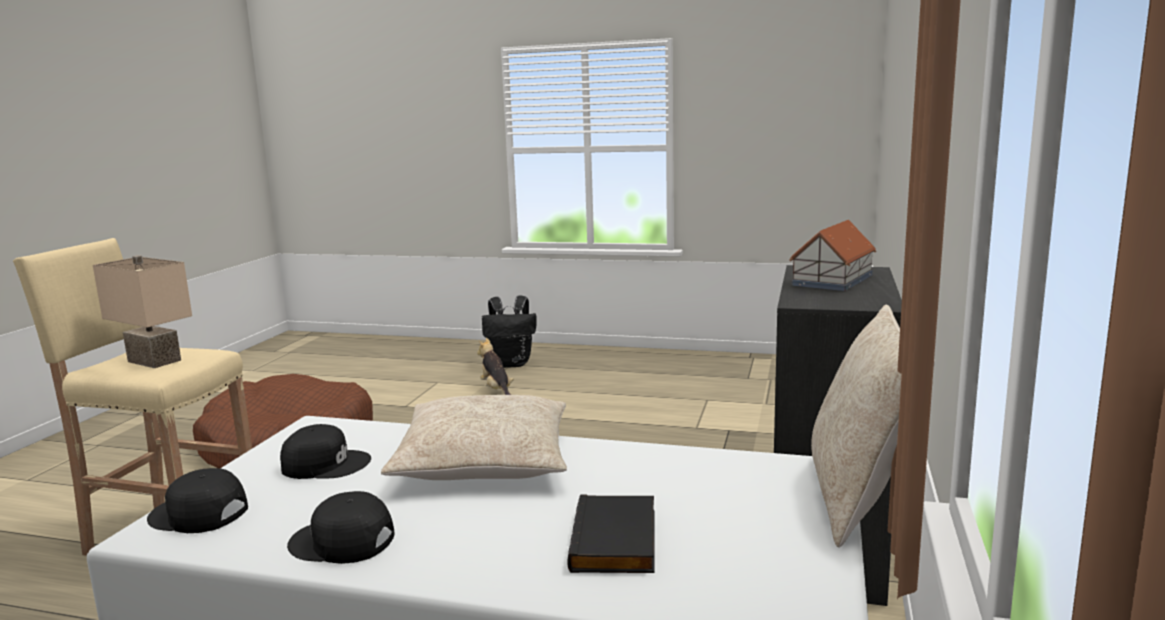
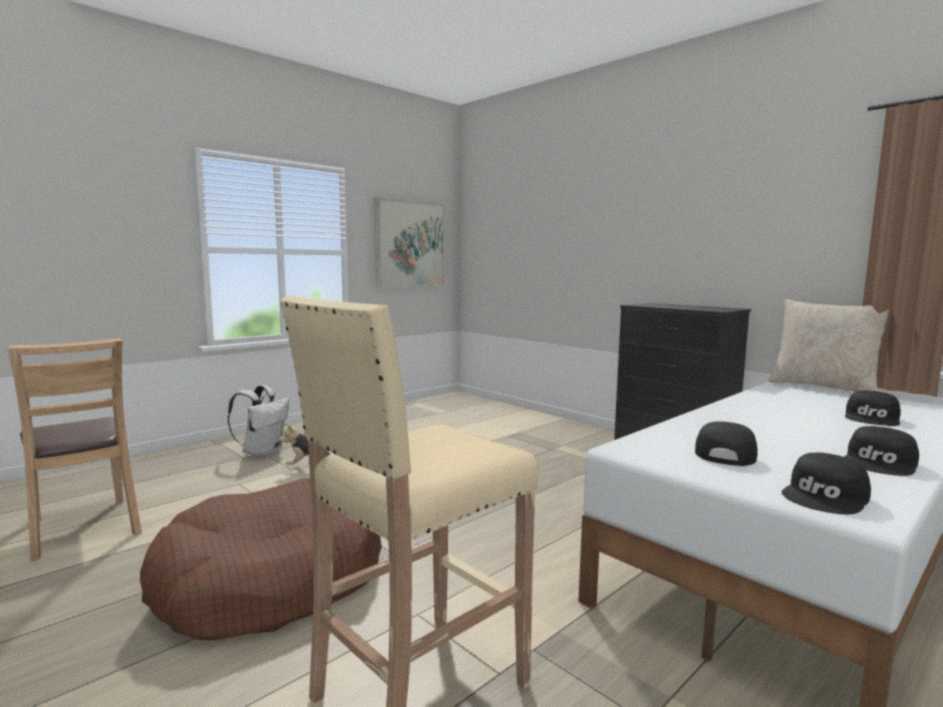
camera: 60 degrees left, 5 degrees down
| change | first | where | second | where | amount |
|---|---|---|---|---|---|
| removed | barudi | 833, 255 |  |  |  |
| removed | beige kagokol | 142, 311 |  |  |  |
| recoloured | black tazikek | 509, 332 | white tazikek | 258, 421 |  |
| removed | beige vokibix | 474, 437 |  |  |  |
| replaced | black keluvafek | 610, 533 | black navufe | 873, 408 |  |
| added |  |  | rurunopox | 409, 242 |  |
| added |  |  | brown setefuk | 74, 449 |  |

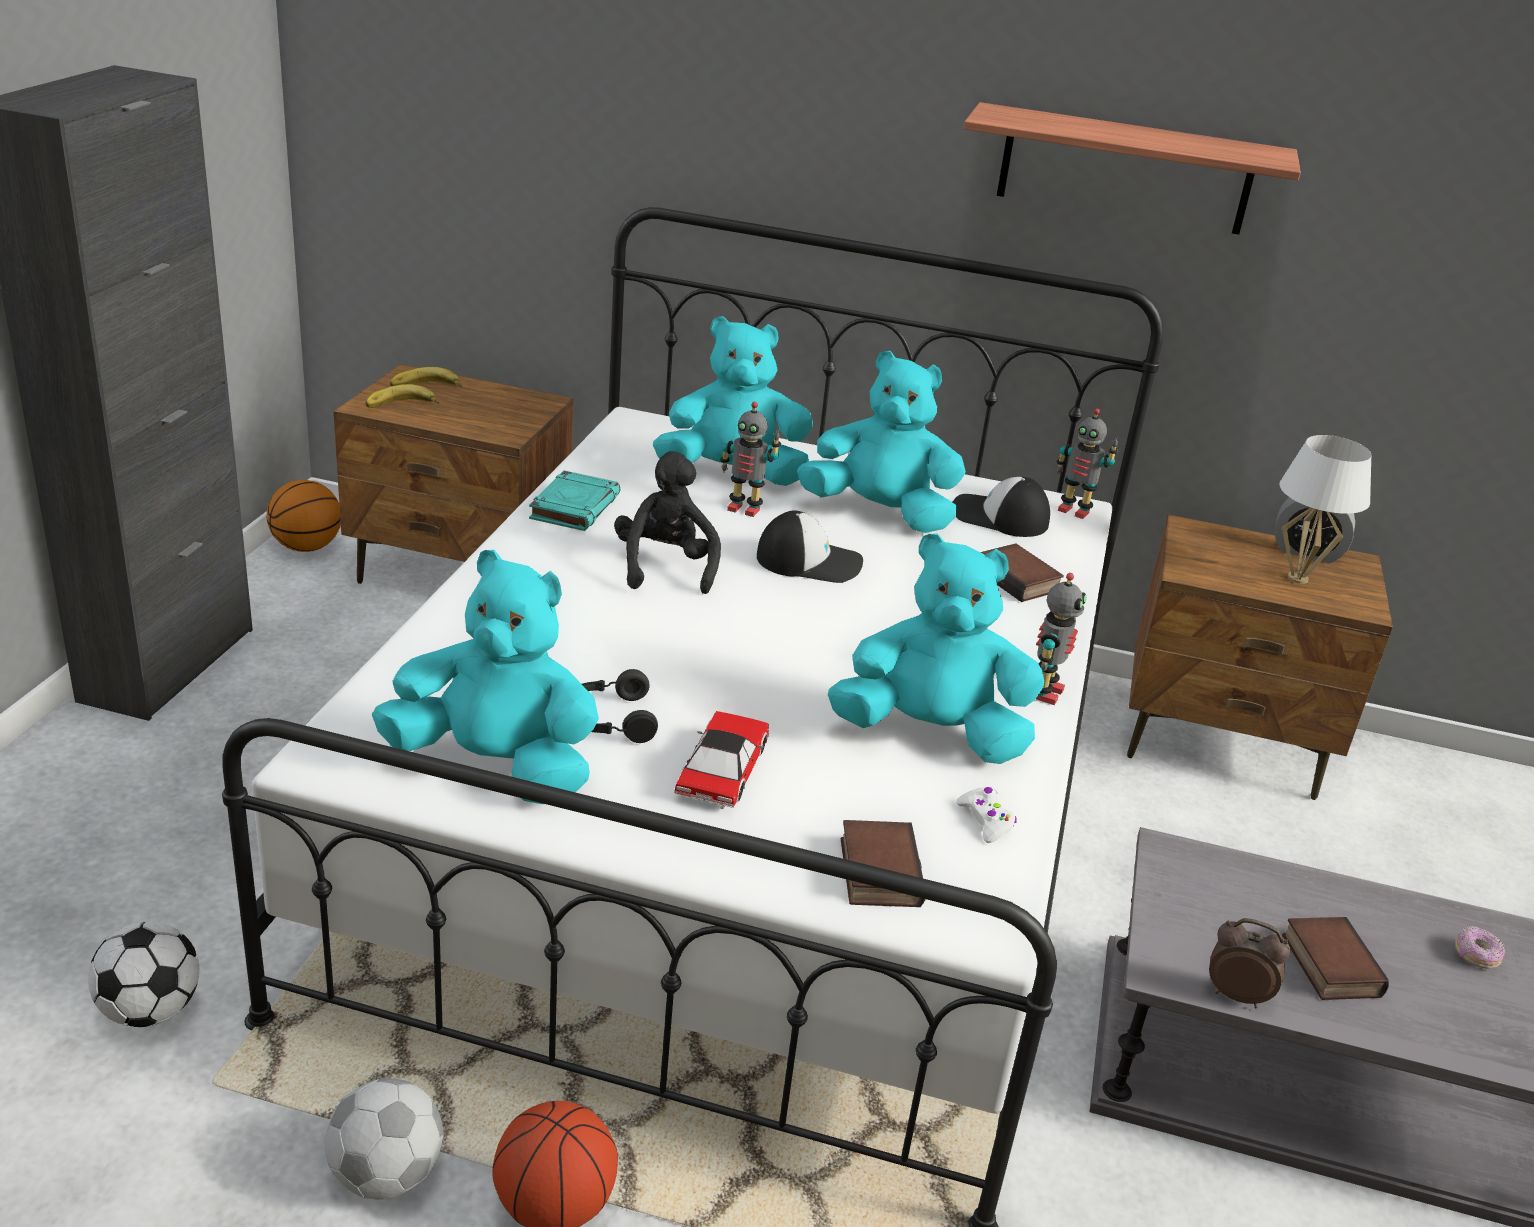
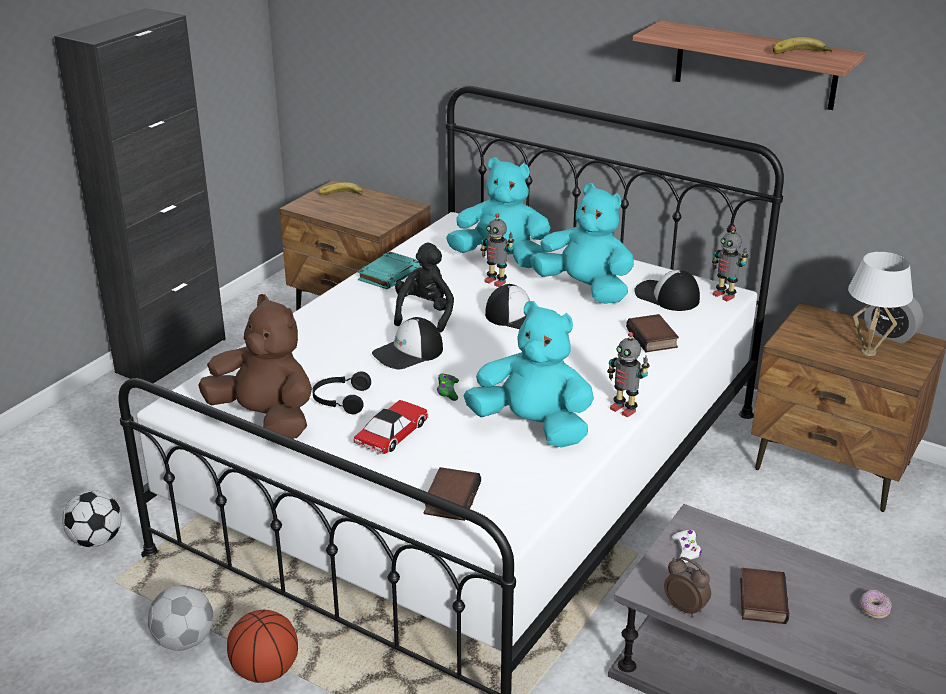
camera: 20 degrees right, 0 degrees up
| change | first | where | second | where | amount |
|---|---|---|---|---|---|
| moved | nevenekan | 402, 396 |  | 802, 45 |  |
| removed | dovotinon | 304, 516 |  |  |  |
| recoloured | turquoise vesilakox | 485, 677 | brown vesilakox | 255, 366 |  |
| turned | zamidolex | 1061, 639 |  | 628, 374 | 90 degrees clockwise |
| moved | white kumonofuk | 986, 815 |  | 687, 546 |  |
| added |  |  | navufe | 407, 343 |  |
| added |  |  | green kumonofuk | 448, 387 |  |

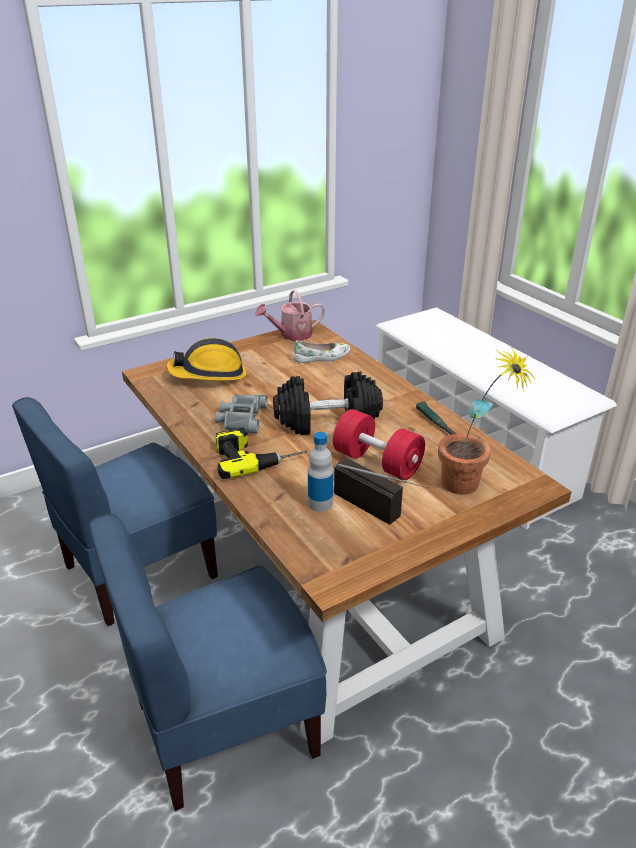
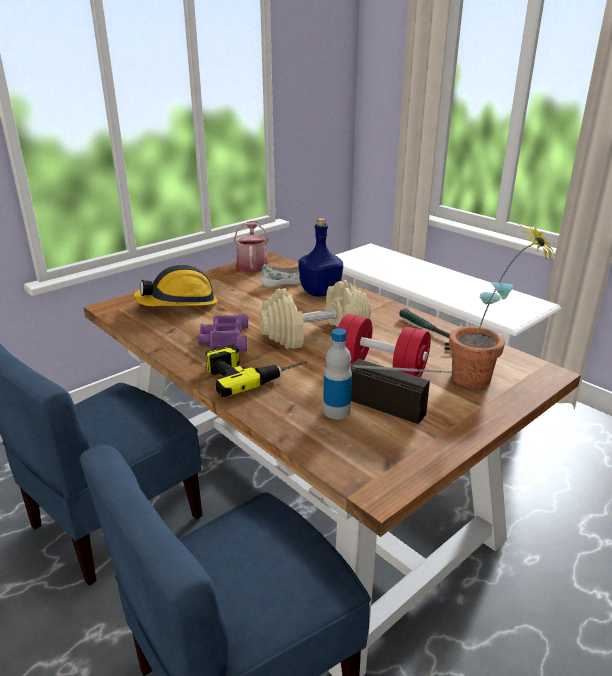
camera: 10 degrees left, 5 degrees down
| change | first | where | second | where | amount |
|---|---|---|---|---|---|
| turned | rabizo | 290, 315 |  | 251, 247 | 120 degrees clockwise |
| recoloured | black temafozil | 328, 403 | beige temafozil | 314, 314 |  |
| recoloured | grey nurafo | 241, 414 | purple nurafo | 223, 333 |  |
| added |  |  | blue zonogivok | 320, 257 |  |

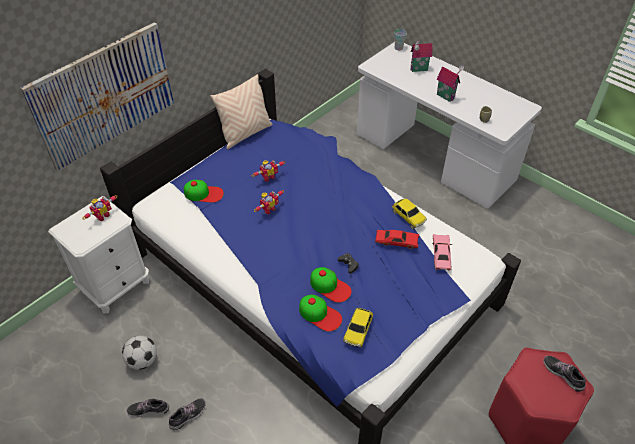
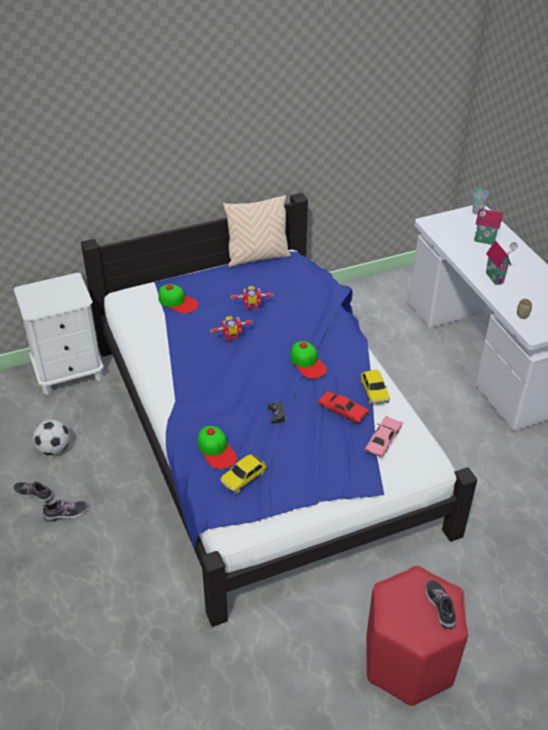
camera: 25 degrees right, 5 degrees down
| change | first | where | second | where | amount |
|---|---|---|---|---|---|
| removed | rurunopox | 97, 96 |  |  |  |
| removed | zamidolex | 100, 208 |  |  |  |
| moved | navufe | 330, 285 |  | 308, 360 |  |

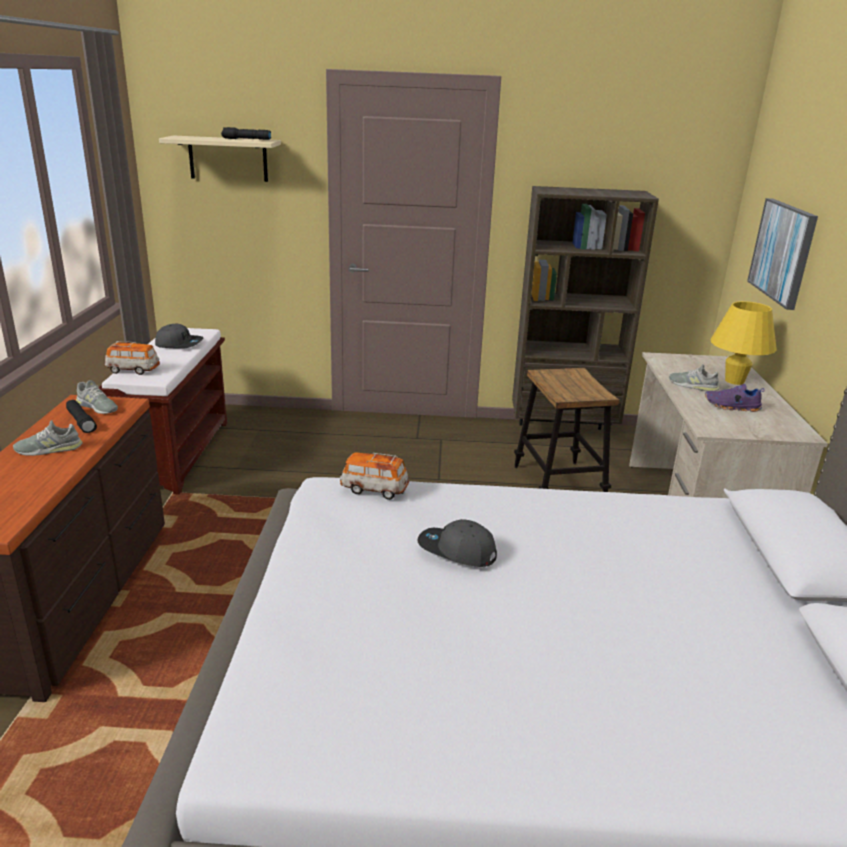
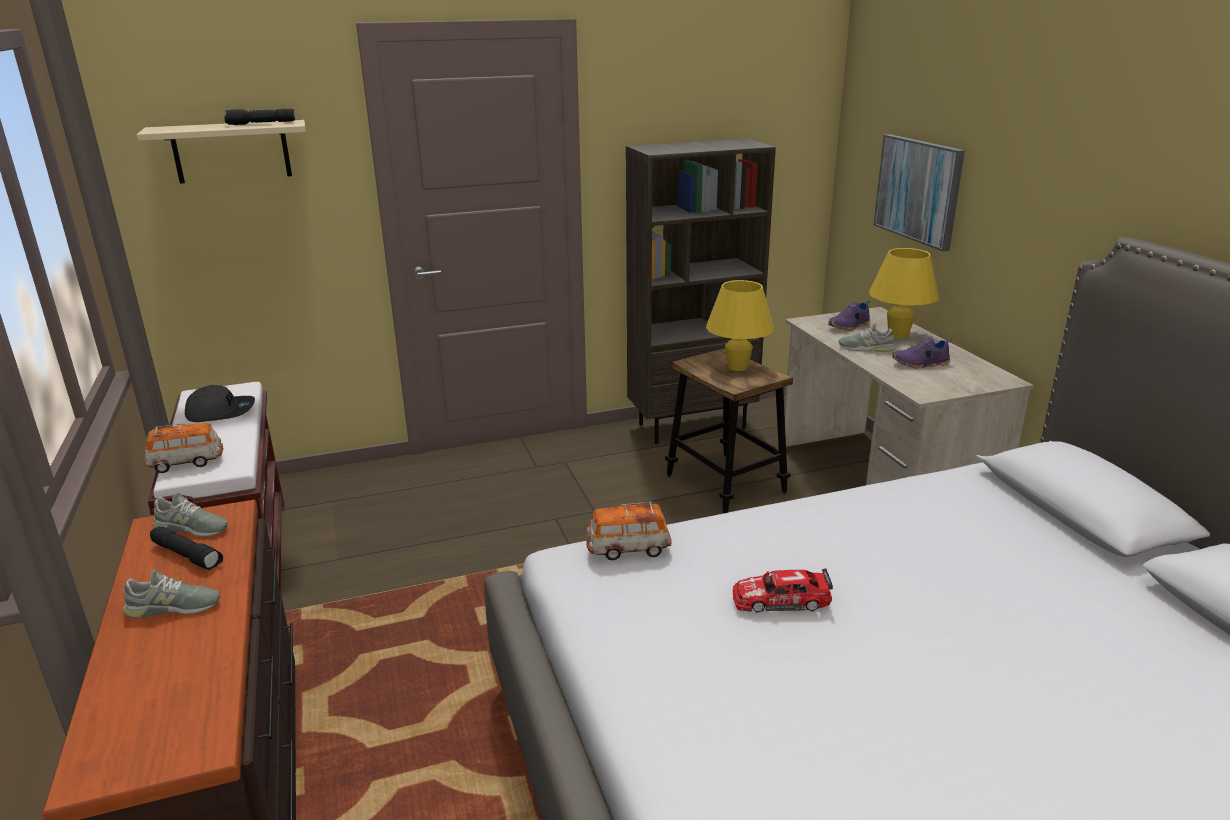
camera: 20 degrees left, 0 degrees up
| change | first | where | second | where | amount |
|---|---|---|---|---|---|
| turned | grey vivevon | 47, 438 |  | 171, 593 | 150 degrees counterclockwise |
| replaced | grey navufe | 457, 543 | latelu | 783, 590 |  |
| added |  |  | yellow kagokol | 740, 325 |  |
| added |  |  | purple vivevon | 849, 315 |  |

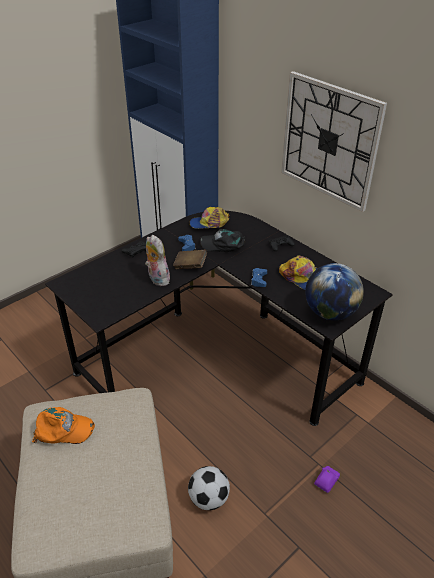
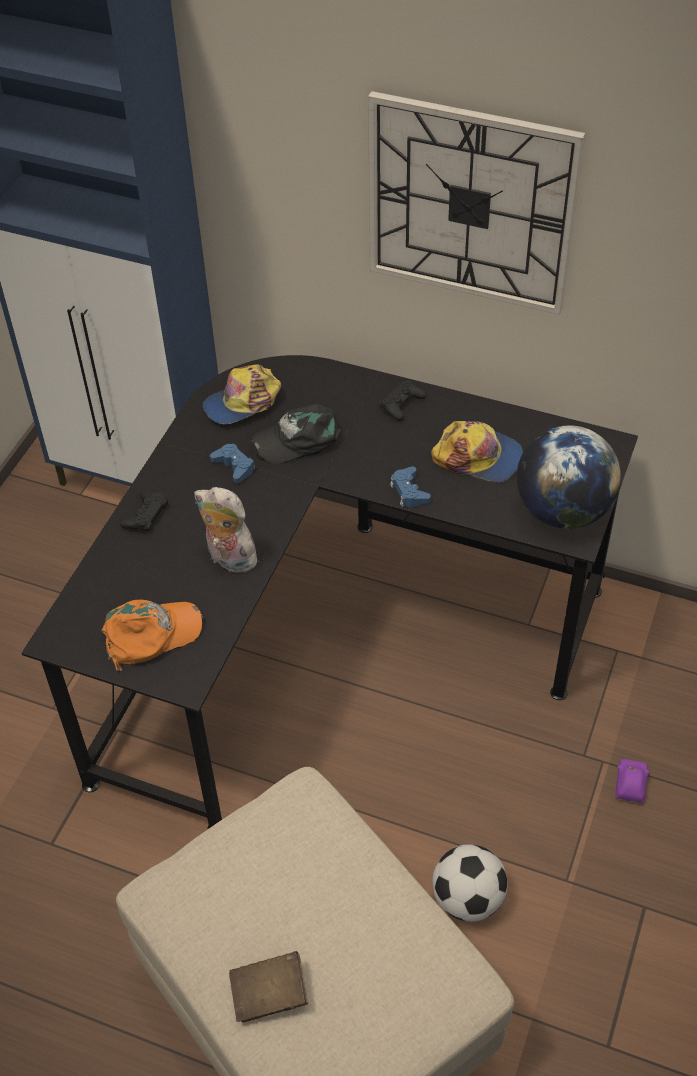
camera: 25 degrees left, 10 degrees up
| change | first | where | second | where | amount |
|---|---|---|---|---|---|
| moved | brown keluvafek | 190, 259 |  | 268, 986 |  |
| moved | orange navufe | 63, 425 |  | 152, 636 |  |

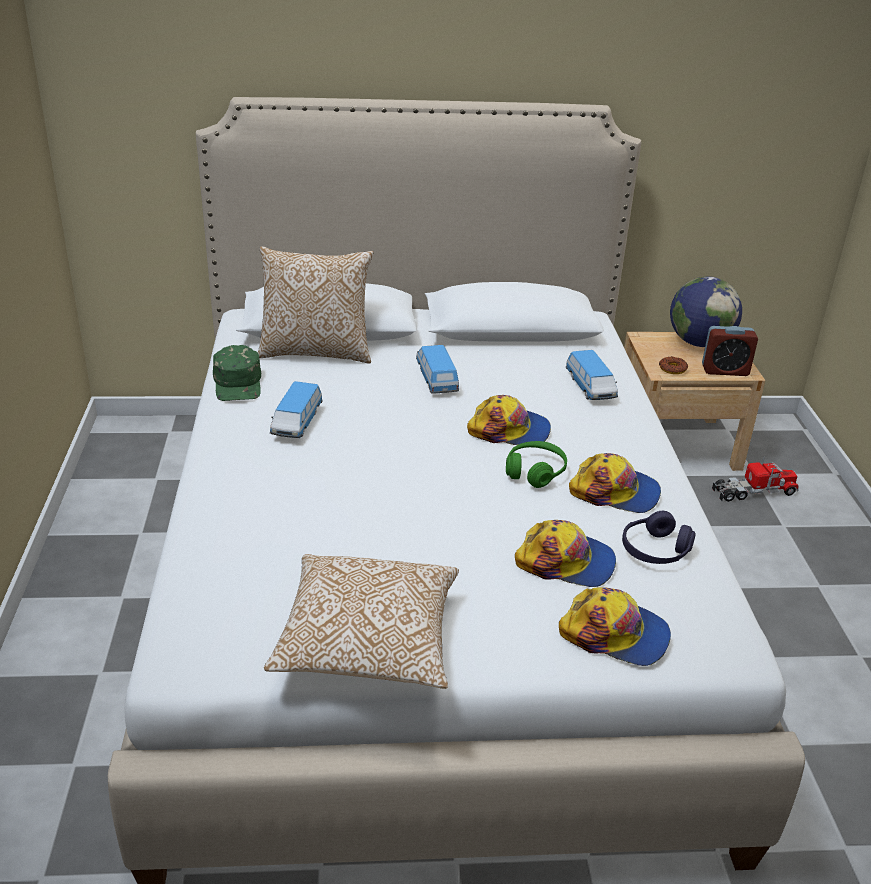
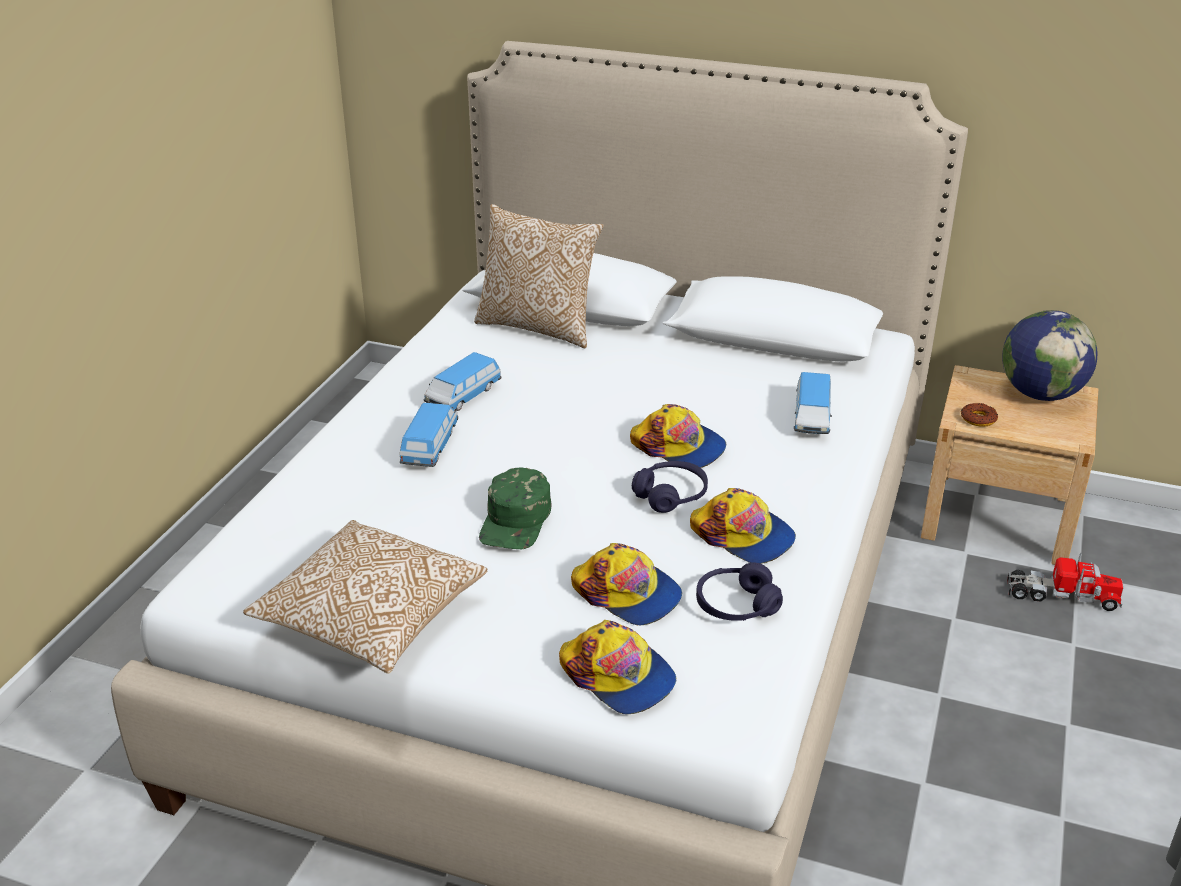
camera: 25 degrees right, 0 degrees up
| change | first | where | second | where | amount |
|---|---|---|---|---|---|
| removed | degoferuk | 730, 351 |  |  |  |
| moved | green navufe | 237, 373 |  | 515, 508 |  |
| moved | latelu | 437, 369 |  | 429, 435 |  |
| recoloured | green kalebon | 536, 464 | purple kalebon | 670, 487 |  |

